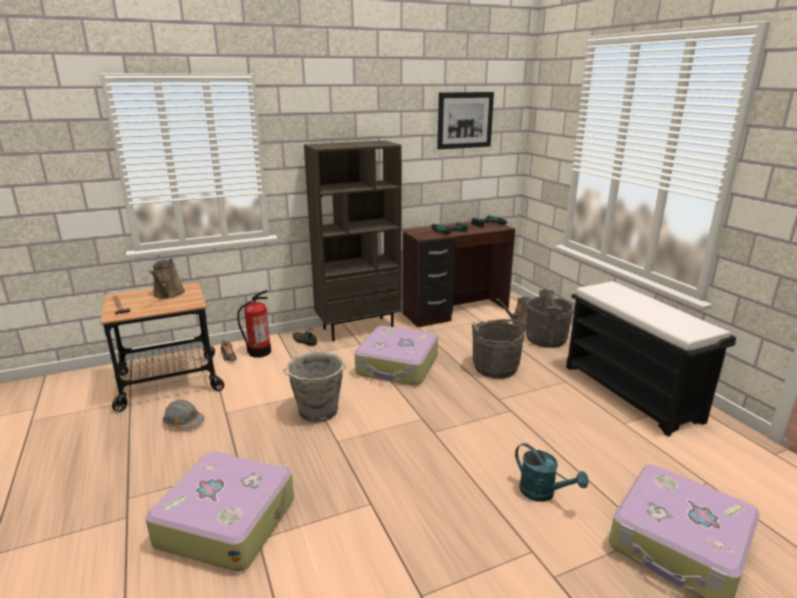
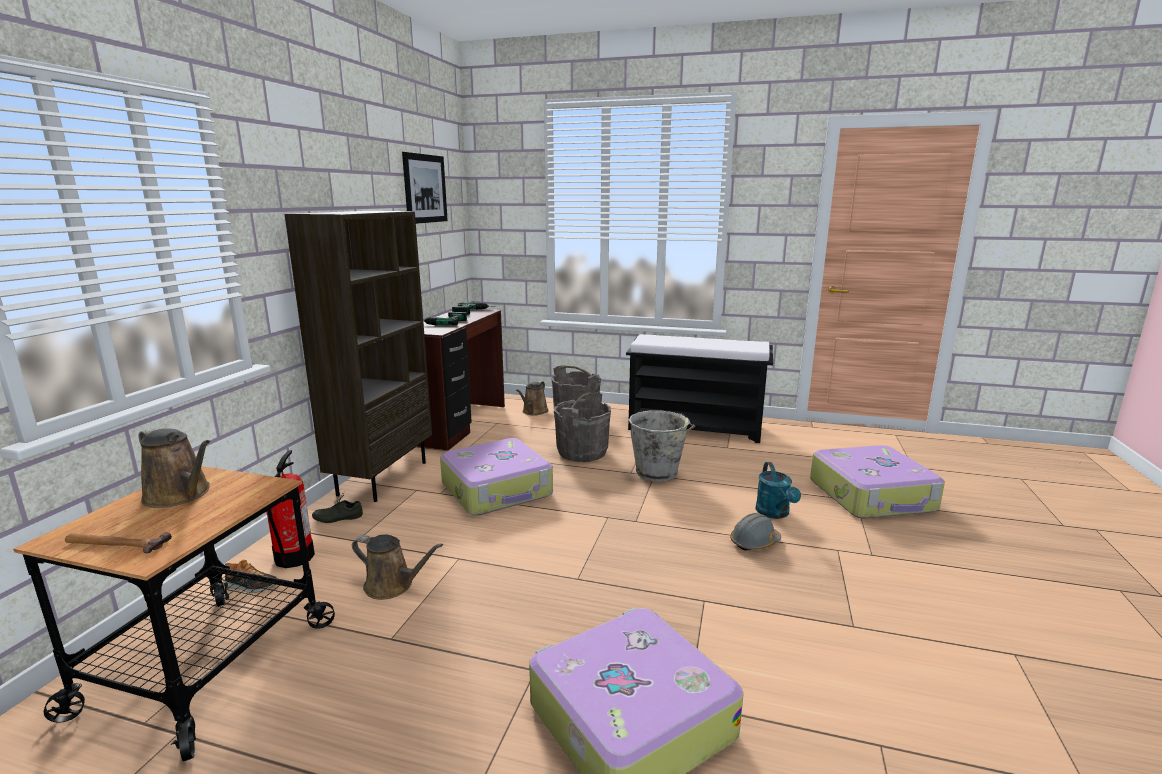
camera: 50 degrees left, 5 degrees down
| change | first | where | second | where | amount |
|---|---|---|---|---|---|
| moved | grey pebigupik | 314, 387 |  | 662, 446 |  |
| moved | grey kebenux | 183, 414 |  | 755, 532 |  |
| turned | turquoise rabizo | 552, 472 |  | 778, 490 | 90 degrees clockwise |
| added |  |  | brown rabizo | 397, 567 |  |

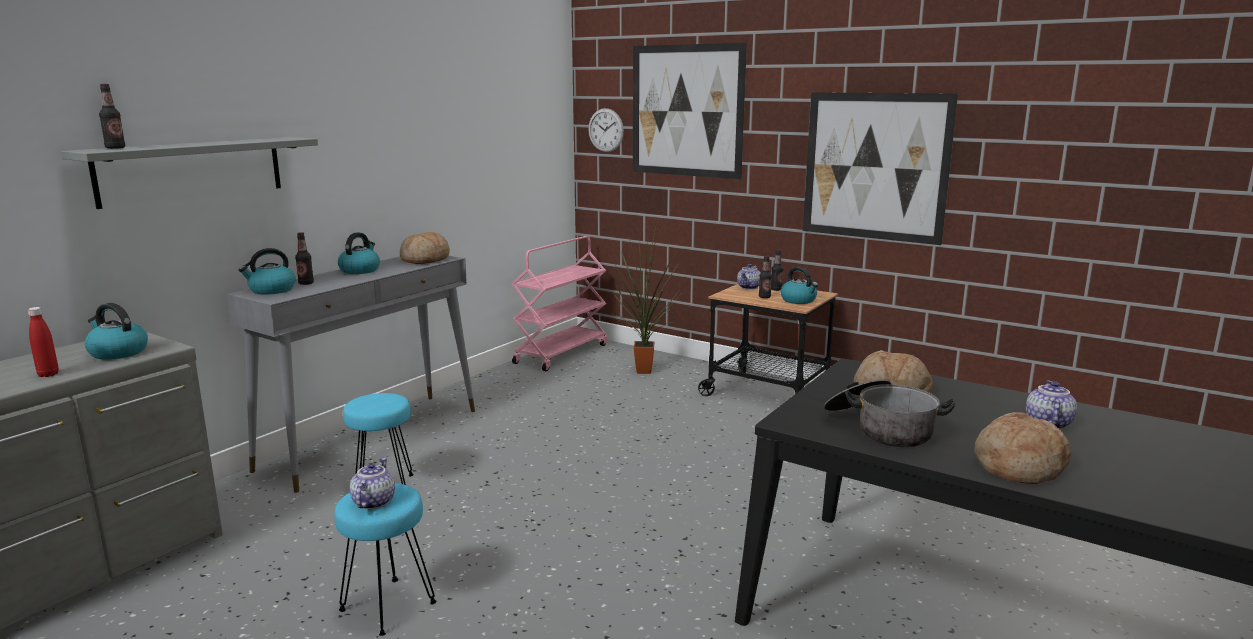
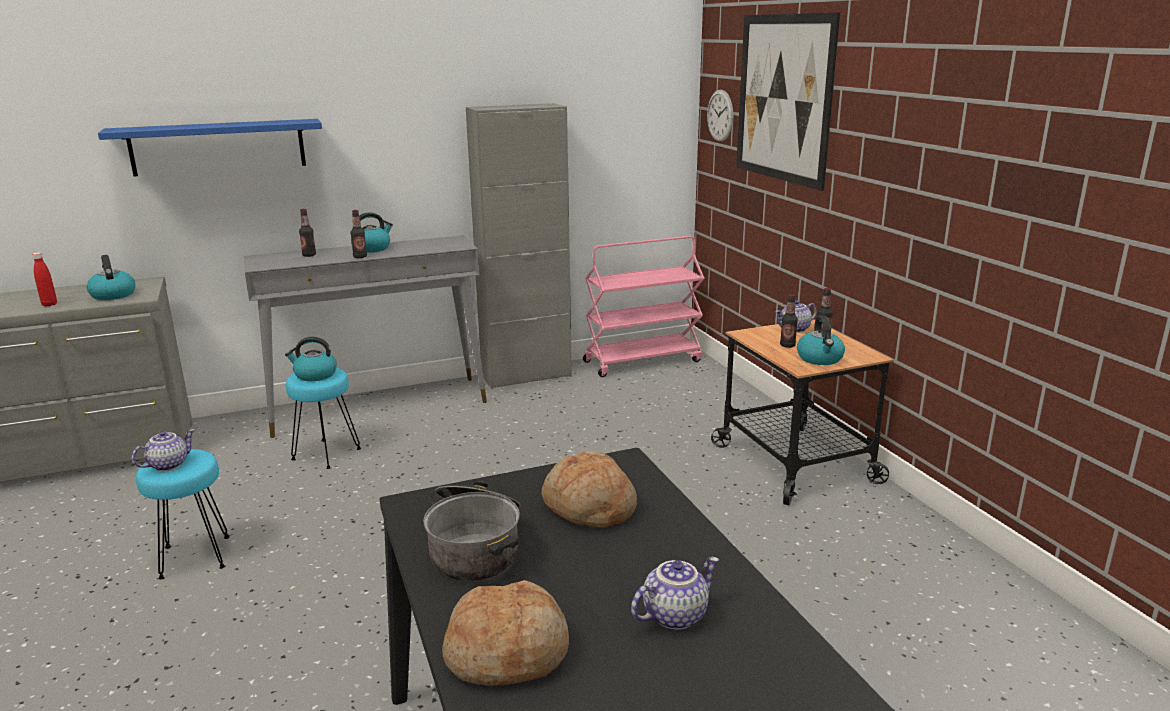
camera: 35 degrees right, 5 degrees up
| change | first | where | second | where | amount |
|---|---|---|---|---|---|
| moved | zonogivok | 112, 116 |  | 358, 234 |  |
| removed | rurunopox | 880, 168 |  |  |  |
| recoloured | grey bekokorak | 189, 173 | blue bekokorak | 210, 147 |  |
| removed | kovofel | 646, 299 |  |  |  |
| removed | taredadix | 425, 248 |  |  |  |
| moved | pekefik | 267, 271 |  | 311, 359 |  |
| added |  |  | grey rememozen | 519, 246 |  |

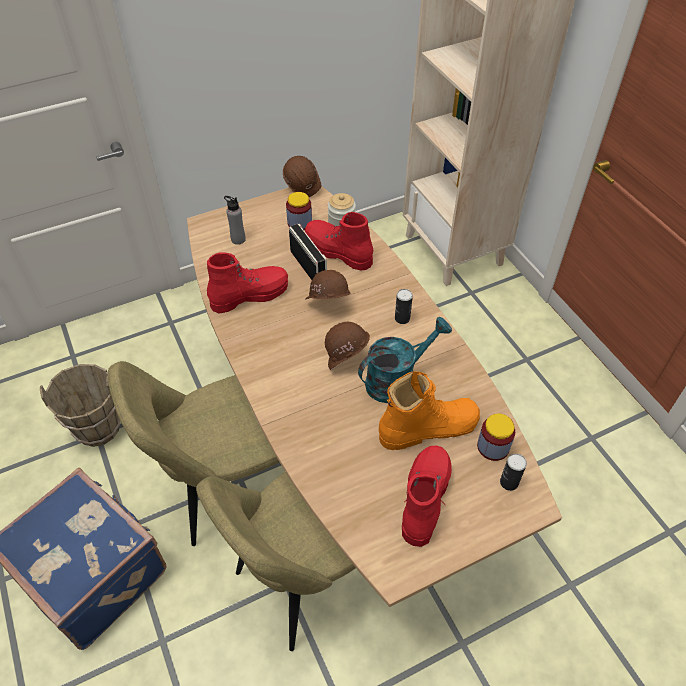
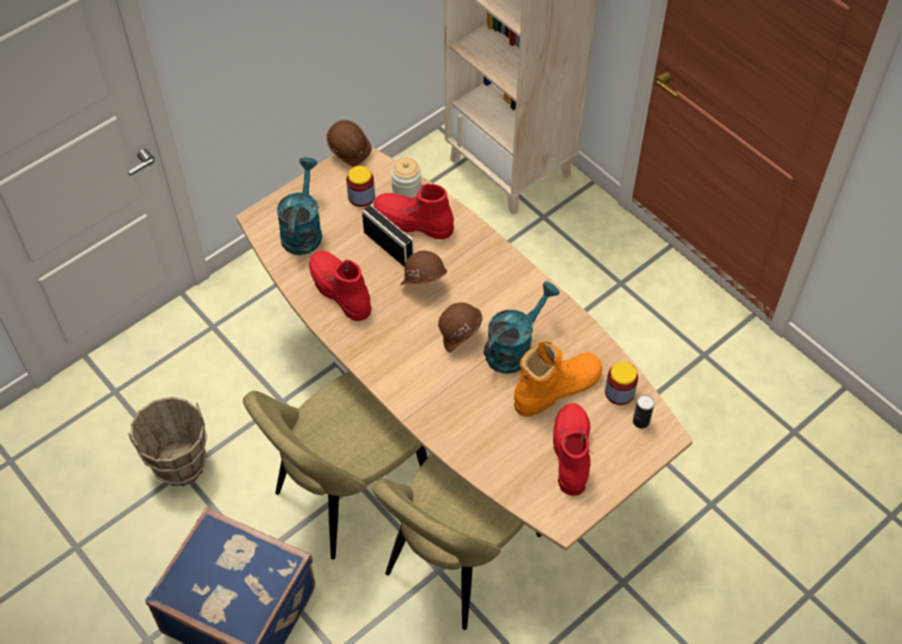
camera: 15 degrees left, 5 degrees up
| change | first | where | second | where | amount |
|---|---|---|---|---|---|
| replaced | grey zonogivok | 235, 220 | turquoise rabizo | 299, 206 |  |
| turned | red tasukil | 247, 282 |  | 340, 285 | 90 degrees counterclockwise |
| removed | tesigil | 404, 306 |  |  |  |

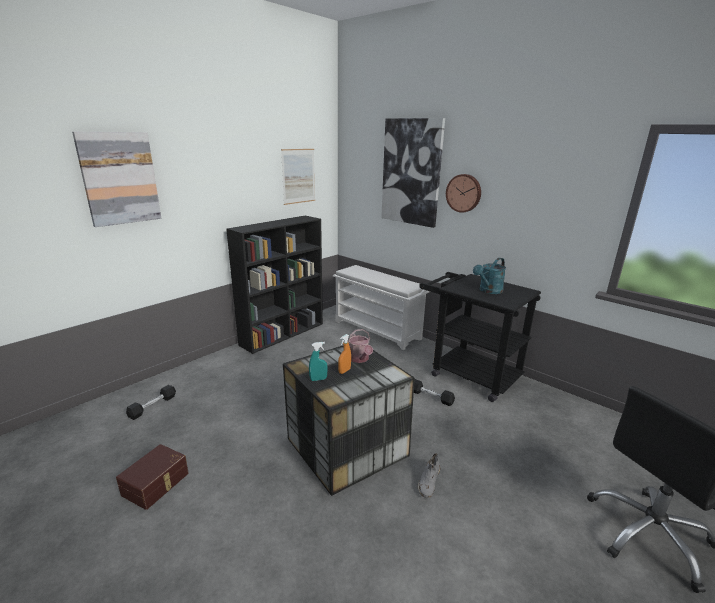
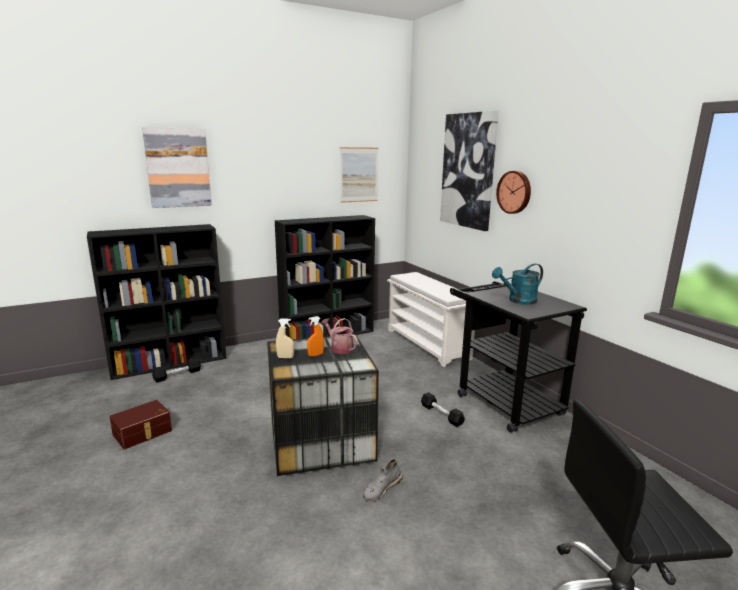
camera: 20 degrees right, 5 degrees down
| change | first | where | second | where | amount |
|---|---|---|---|---|---|
| turned | rabizo | 360, 346 |  | 339, 336 | 135 degrees clockwise |
| recoloured | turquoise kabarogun | 318, 361 | beige kabarogun | 285, 338 |  |
| added |  |  | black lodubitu | 156, 302 |  |

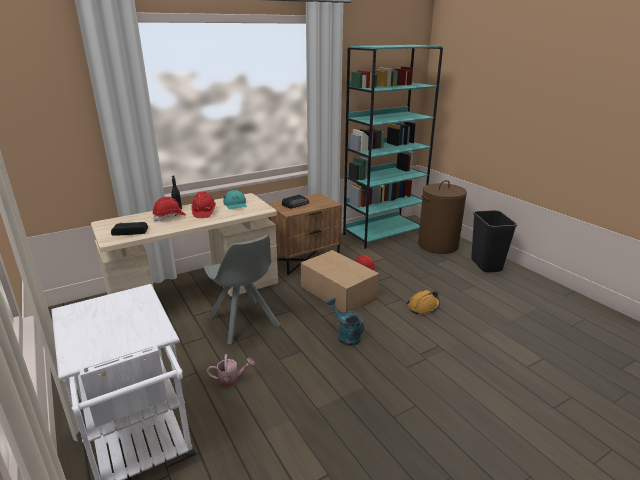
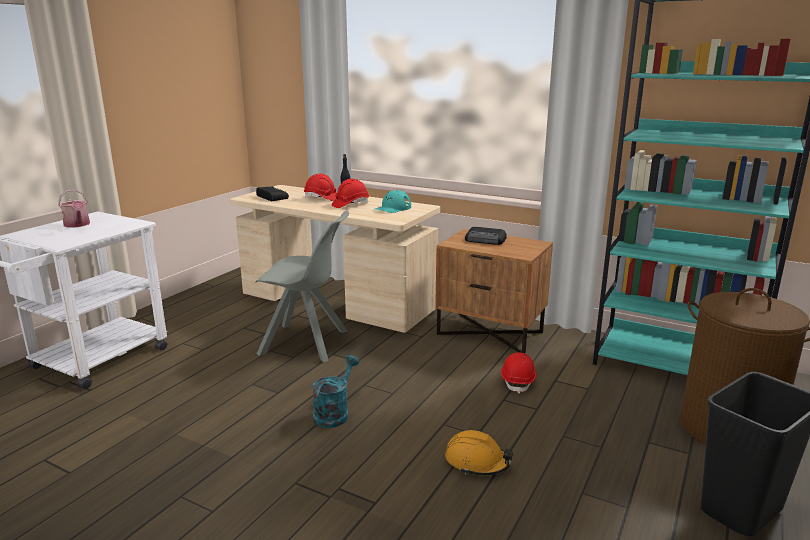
camera: 60 degrees right, 5 degrees down
| change | first | where | second | where | amount |
|---|---|---|---|---|---|
| turned | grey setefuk | 242, 290 |  | 302, 286 | 105 degrees counterclockwise |
| removed | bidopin | 340, 281 |  |  |  |
| moved | rabizo | 231, 370 |  | 74, 208 |  |

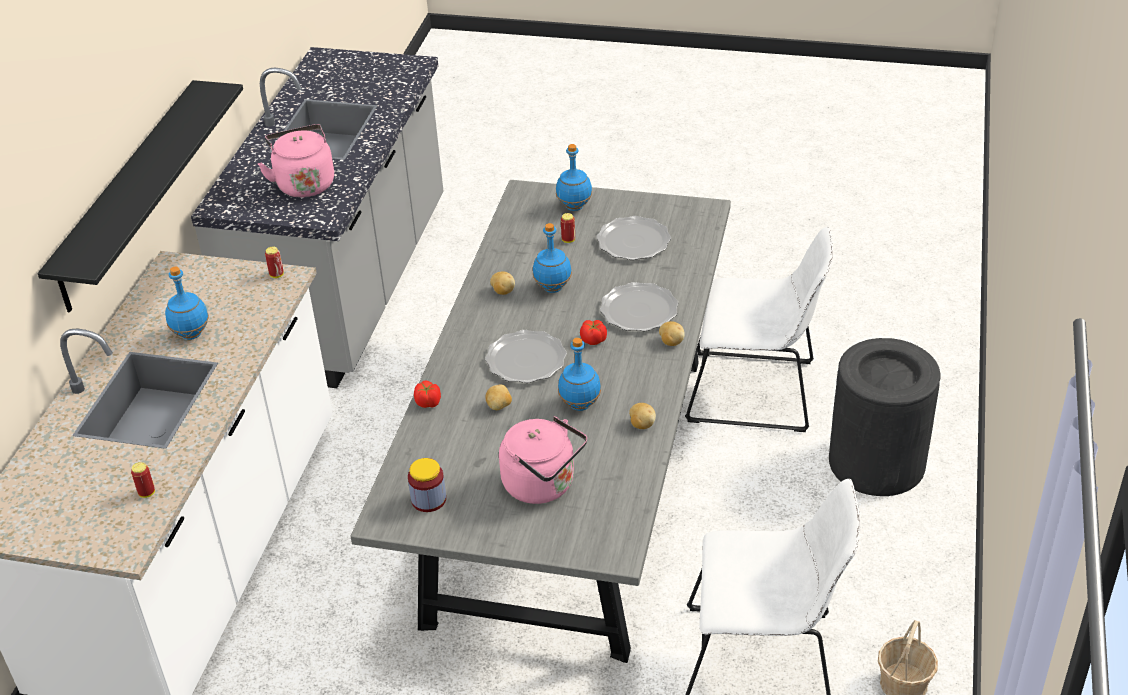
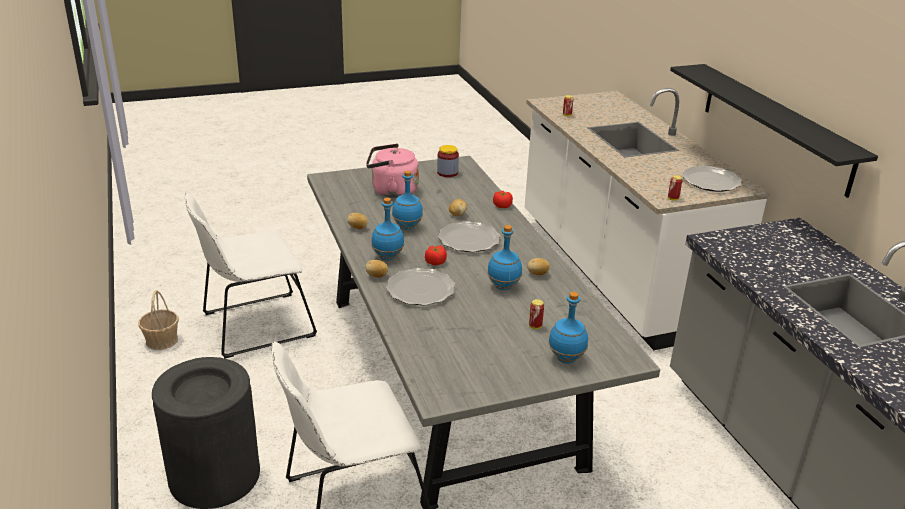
camera: 145 degrees right, 10 degrees down
| change | first | where | second | where | amount |
|---|---|---|---|---|---|
| removed | pink pekefik | 296, 160 |  |  |  |
| moved | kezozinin | 633, 238 |  | 711, 179 |  |
| moved | blue zonogivok | 187, 303 |  | 387, 229 |  |

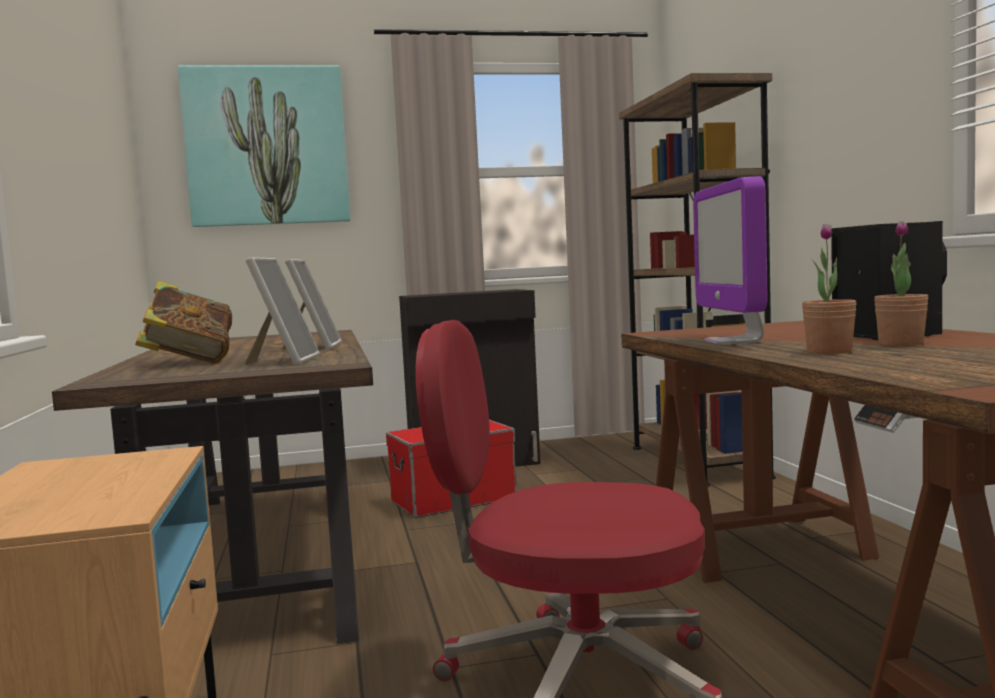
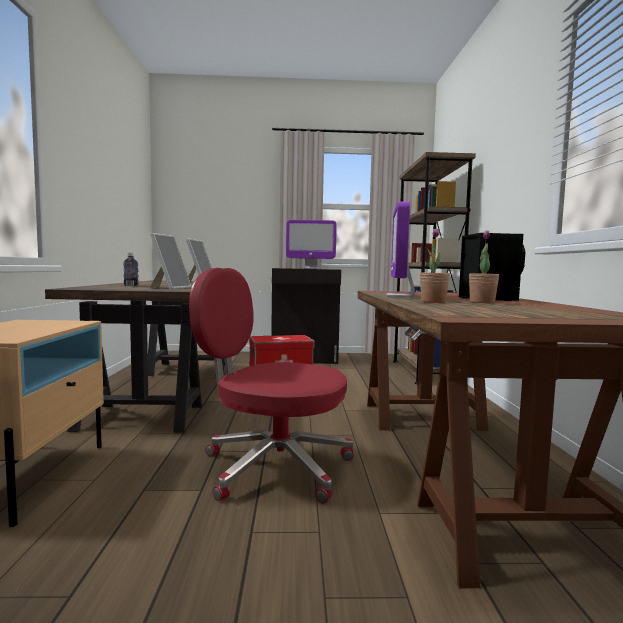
camera: 10 degrees right, 0 degrees up
| change | first | where | second | where | amount |
|---|---|---|---|---|---|
| removed | rurunopox | 264, 146 |  |  |  |
| replaced | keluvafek | 183, 322 | zonogivok | 131, 269 |  |
| added |  |  | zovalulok | 311, 244 |  |

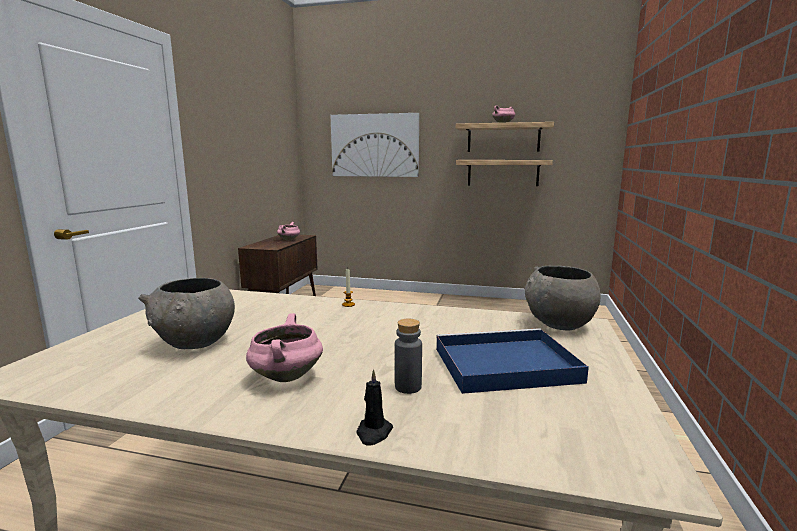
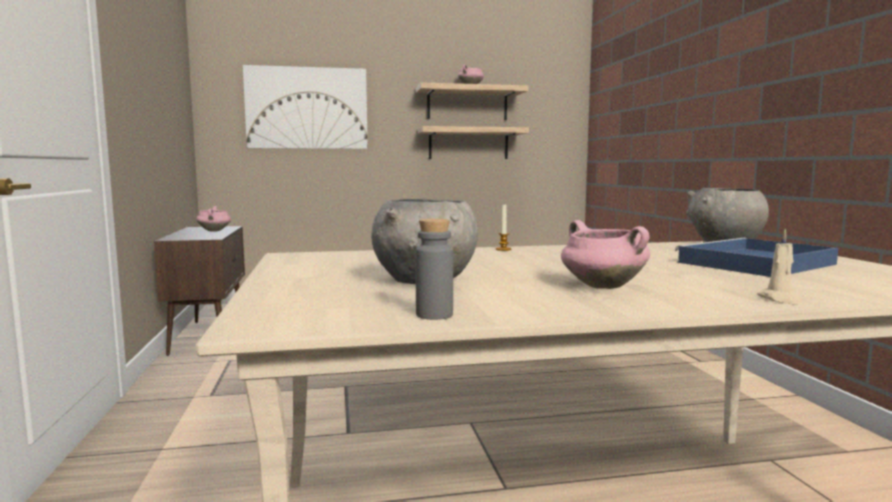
camera: 25 degrees left, 5 degrees down
| change | first | where | second | where | amount |
|---|---|---|---|---|---|
| moved | grey zonogivok | 408, 356 |  | 434, 269 |  |
| recoloured | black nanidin | 374, 407 | beige nanidin | 779, 266 |  |

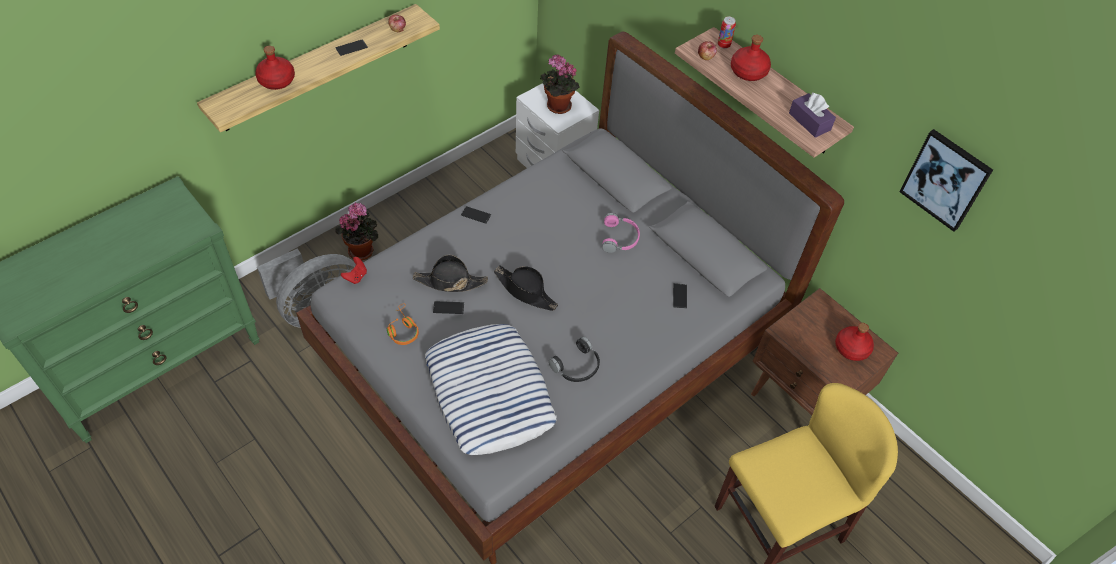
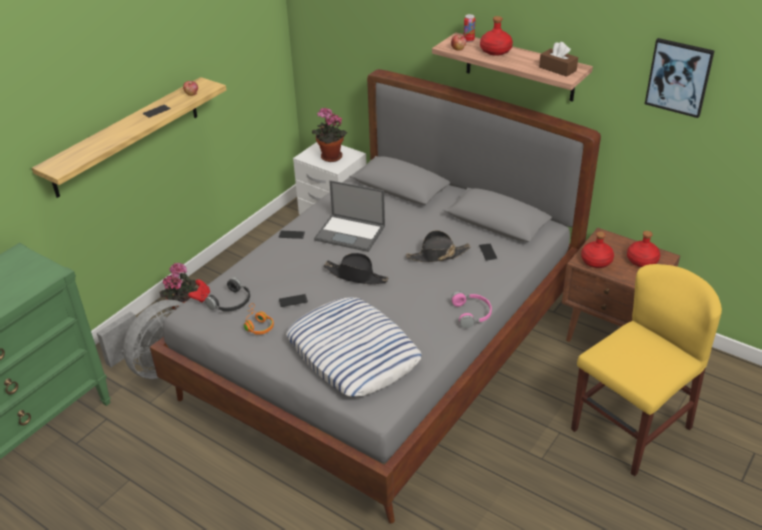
camera: 10 degrees left, 15 degrees down
| change | first | where | second | where | amount |
|---|---|---|---|---|---|
| moved | red zonogivok | 275, 68 |  | 597, 249 |  |
| recoloured | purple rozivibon | 812, 115 | brown rozivibon | 558, 59 |  |
| moved | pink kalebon | 621, 233 |  | 471, 310 |  |
| moved | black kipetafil | 450, 273 |  | 438, 246 |  |
| moved | black kalebon | 574, 359 |  | 227, 294 |  |
| added |  |  | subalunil | 349, 216 |  |

